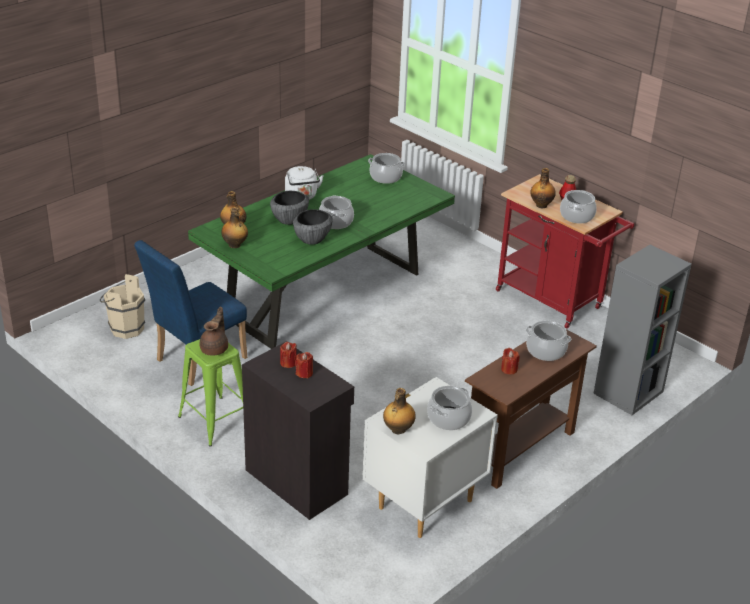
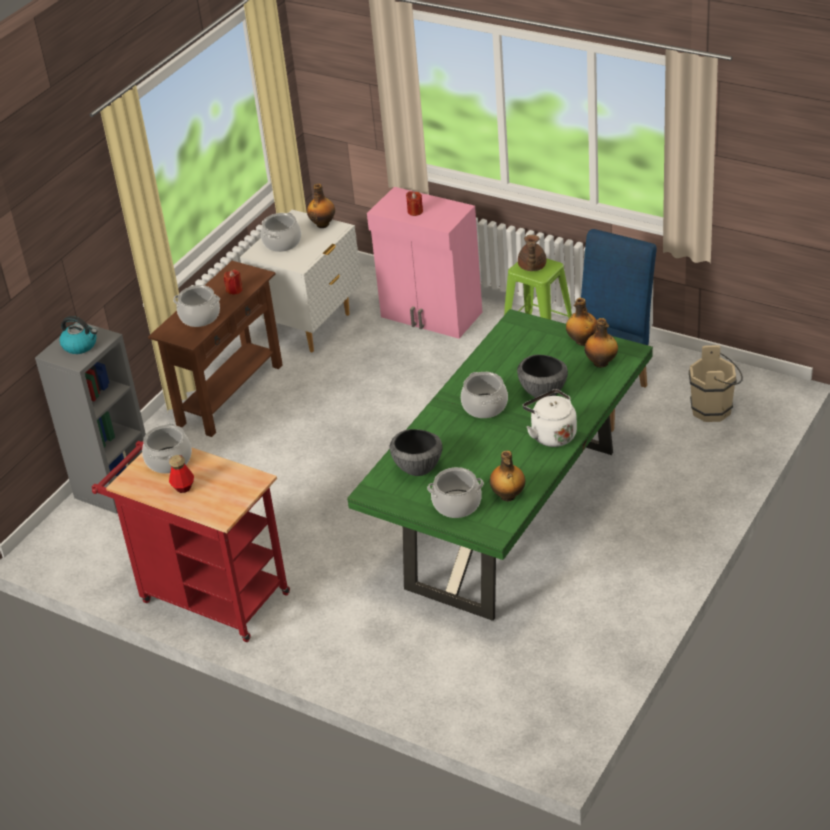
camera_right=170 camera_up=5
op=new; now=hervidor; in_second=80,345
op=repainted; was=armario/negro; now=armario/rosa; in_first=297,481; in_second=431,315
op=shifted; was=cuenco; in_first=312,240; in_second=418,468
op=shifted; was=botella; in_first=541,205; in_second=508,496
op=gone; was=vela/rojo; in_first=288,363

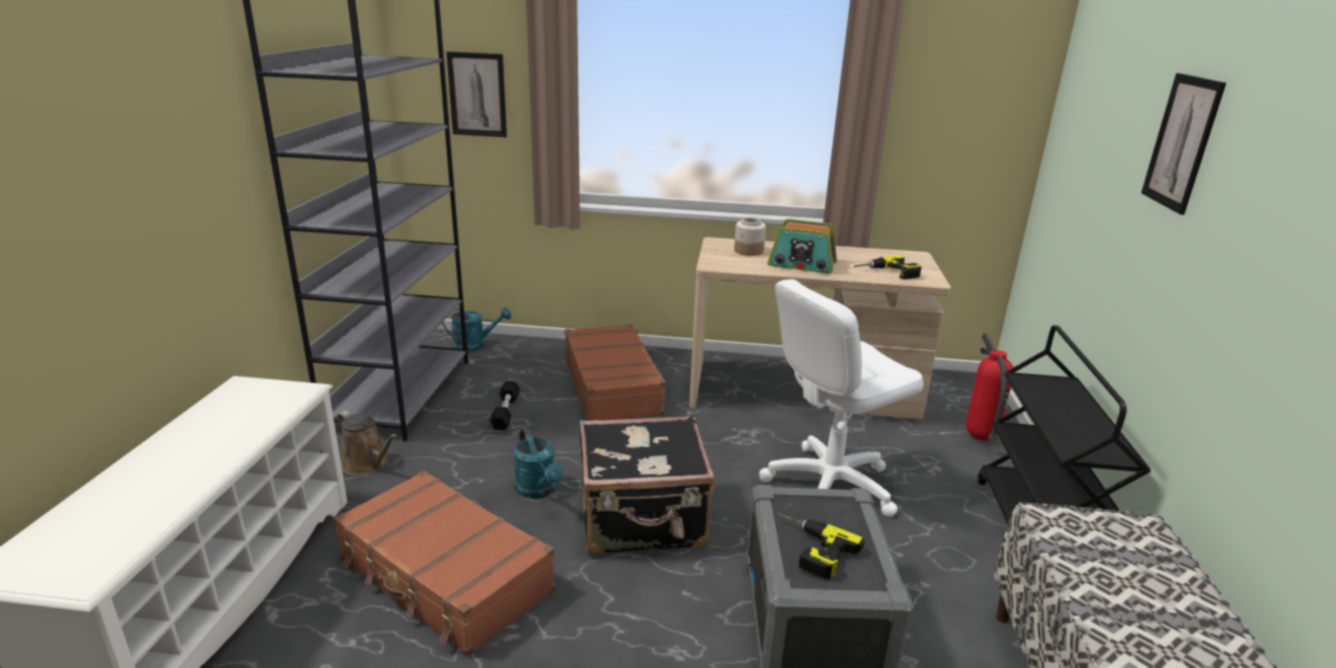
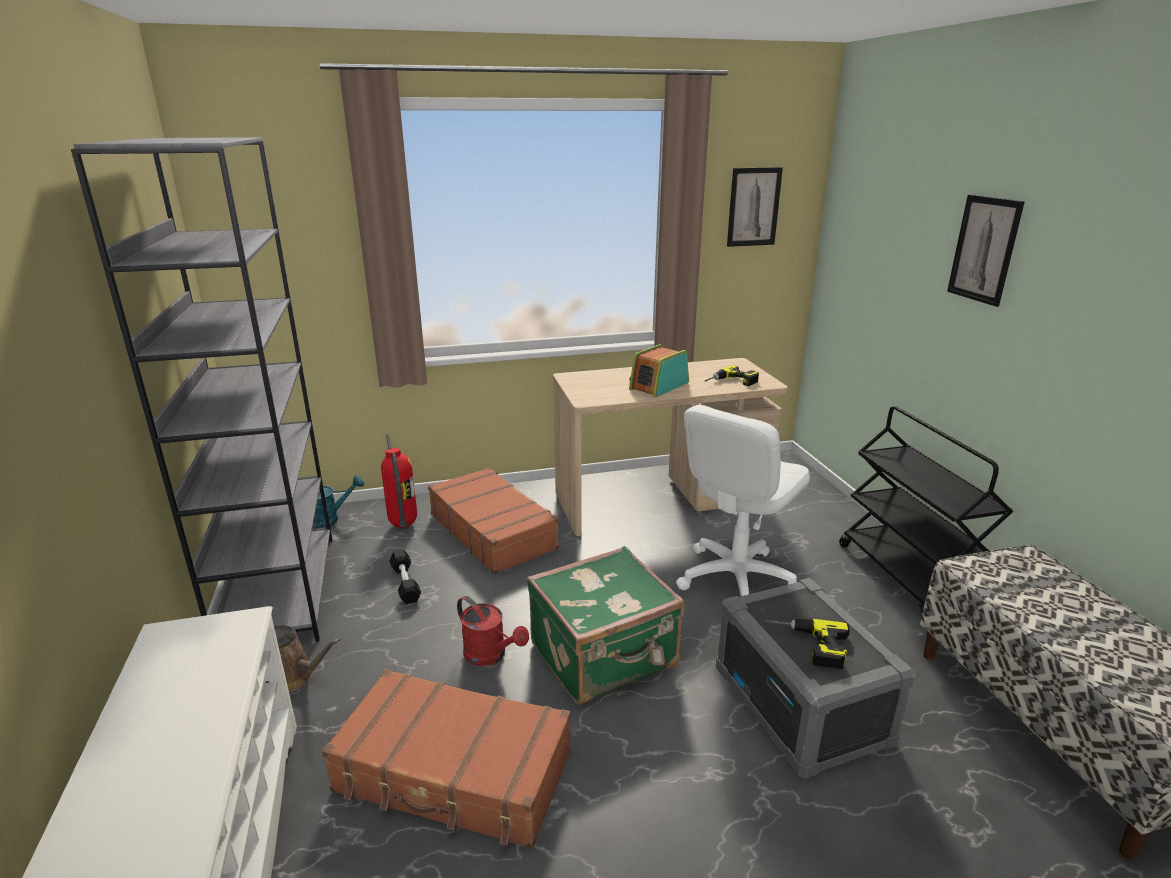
camera_right=-20 camera_up=0
op=shifted; was=extintor; in_first=979,437; in_second=402,525
op=repainted; was=regadera/turquesa; now=regadera/rojo; in_first=539,491; in_second=490,655
op=repainted; was=maleta/negro; now=maleta/verde; in_first=643,520; in_second=605,656
op=rotated; was=radio; in_first=802,264; in_second=658,386; clockwise=135
op=shifted; was=cuadro; in_first=477,94; in_second=753,207
op=gone; was=tarro; in_first=748,251

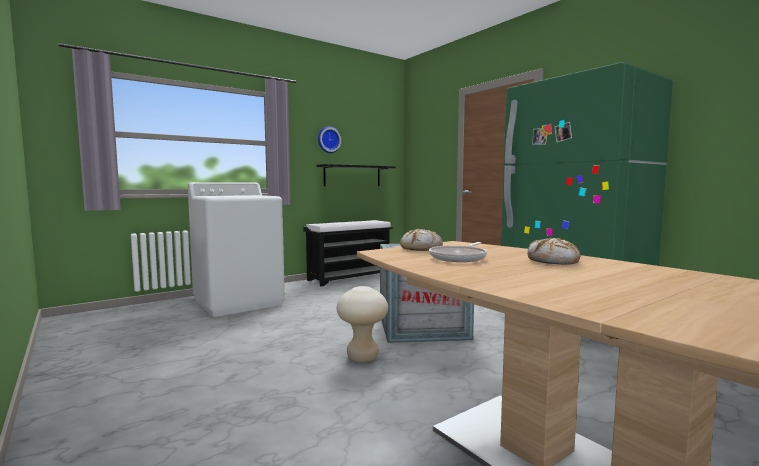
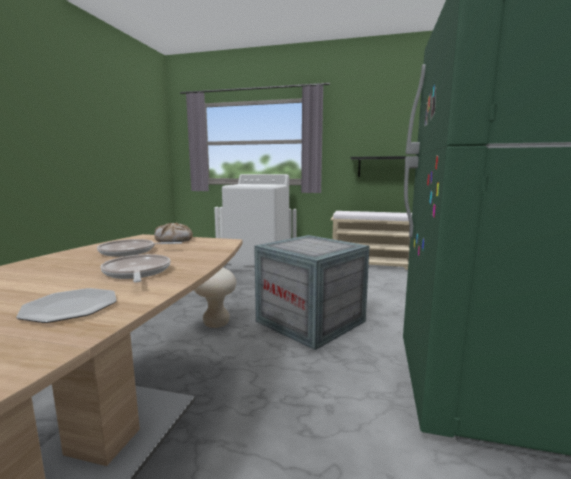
camera_right=50 camera_up=5
op=new; now=plato; in_second=70,307
op=swapped; was=pan; now=sartén; in_first=553,261; in_second=137,273
op=repainted; was=banco/negro; now=banco/beis; in_first=350,277; in_second=371,264
op=gone; was=reloj de pared; in_first=328,140

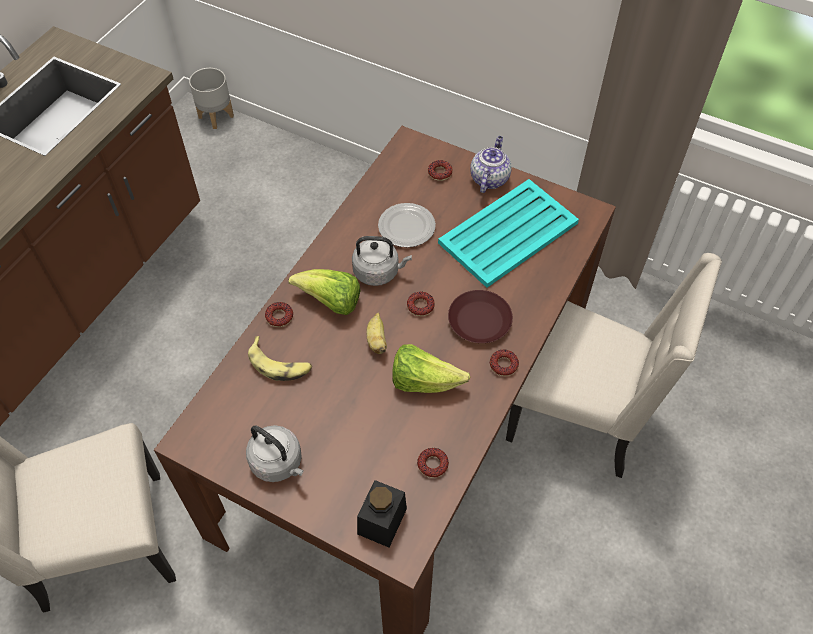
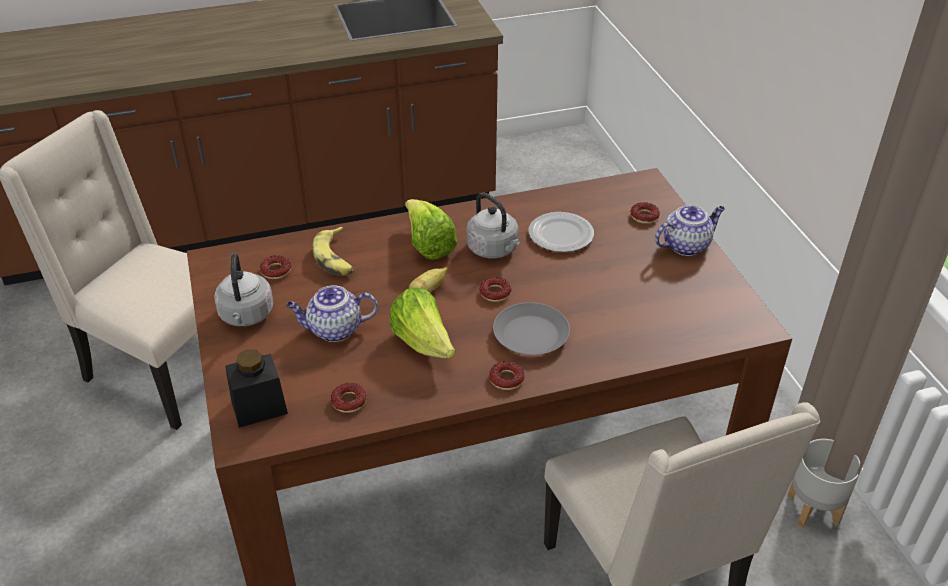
camera_right=45 camera_up=-15
op=shifted; was=rosquilla; in_first=279,317; in_second=276,271
op=new; now=tetera; in_second=334,330
op=repainted; was=plato/marrón; now=plato/gris; in_first=479,320; in_second=531,334
op=shifted; was=maceta/gris; in_first=216,116; in_second=814,509
op=gone; was=bandeja/turquesa; in_first=509,233

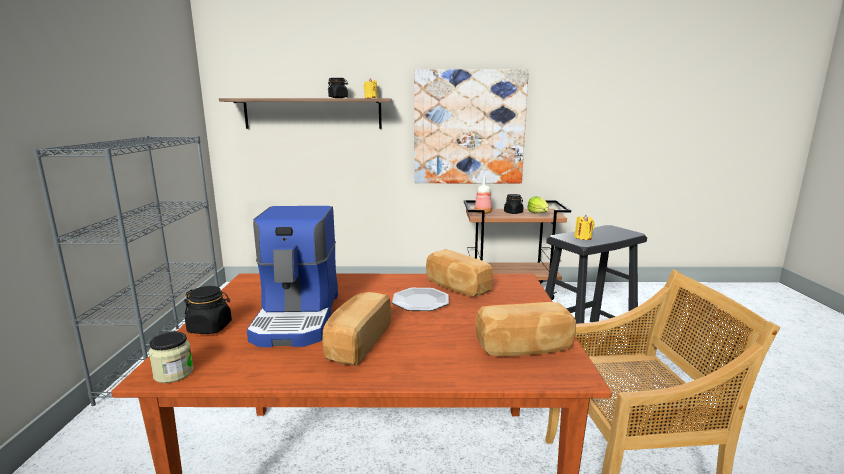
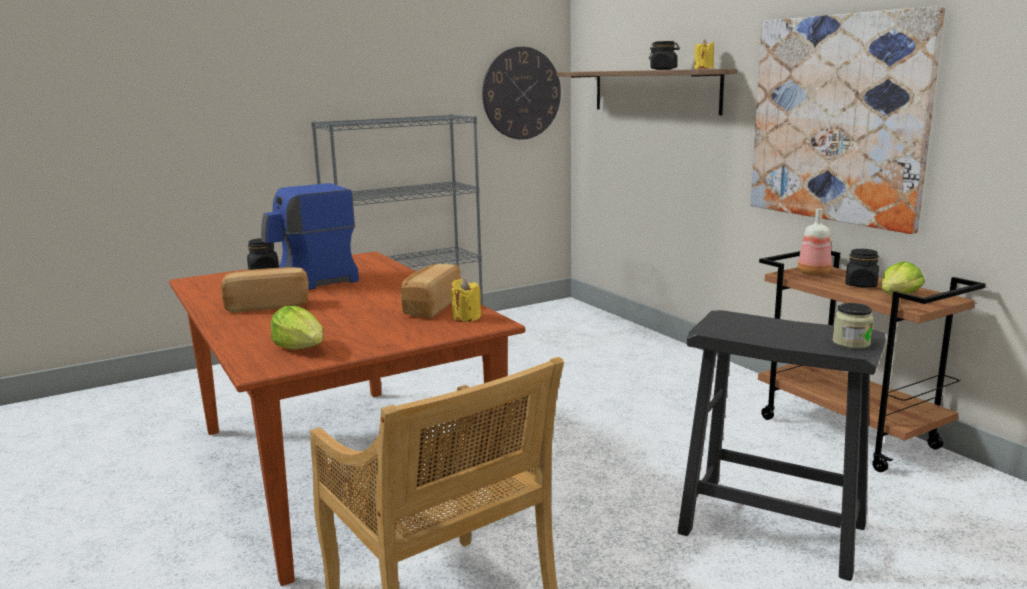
camera_right=60 camera_up=0
op=swapped; was=pan; now=lechuga; in_first=524,348; in_second=301,348
op=shifted; was=vela/amarillo; in_first=583,237; in_second=466,318
op=new; now=reloj de pared; in_second=521,93
op=shifted; was=tarro; in_first=173,373; in_second=851,343
op=gone; was=plato; in_first=420,301

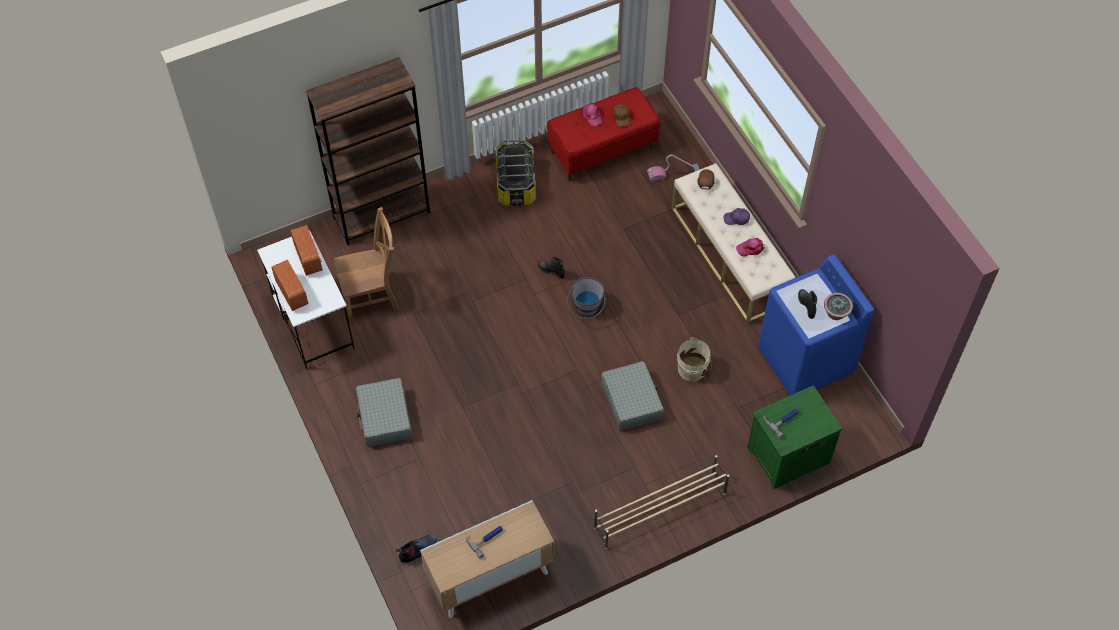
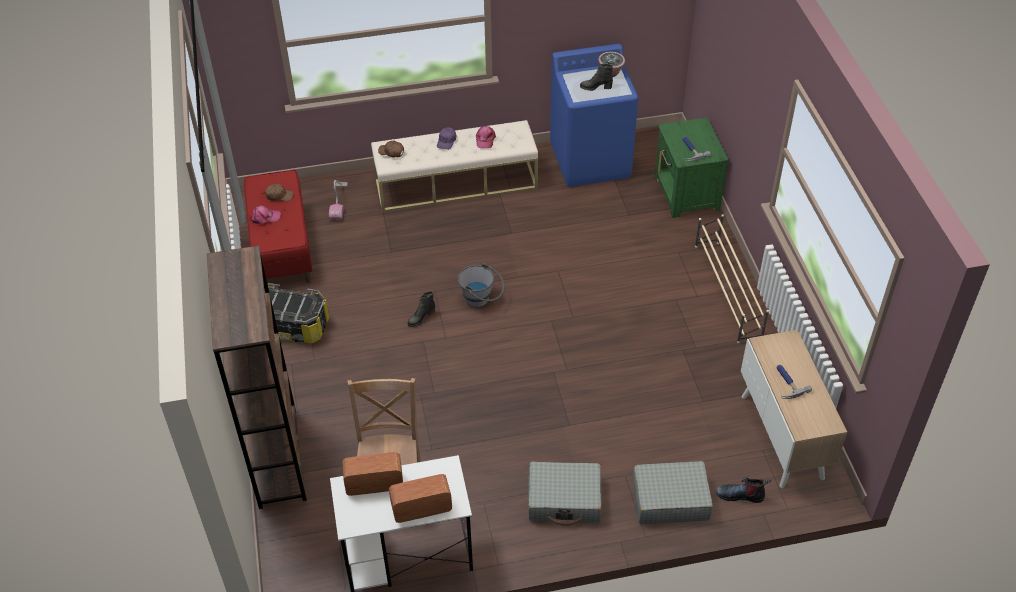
camera_right=-75 camera_up=-10
op=shifted; was=maleta/gris; in_first=631,400; in_second=670,499
op=rotated; was=bota; in_first=417,551; in_second=740,495; clockwise=-60
op=gone; was=cubo/beis; in_first=693,368

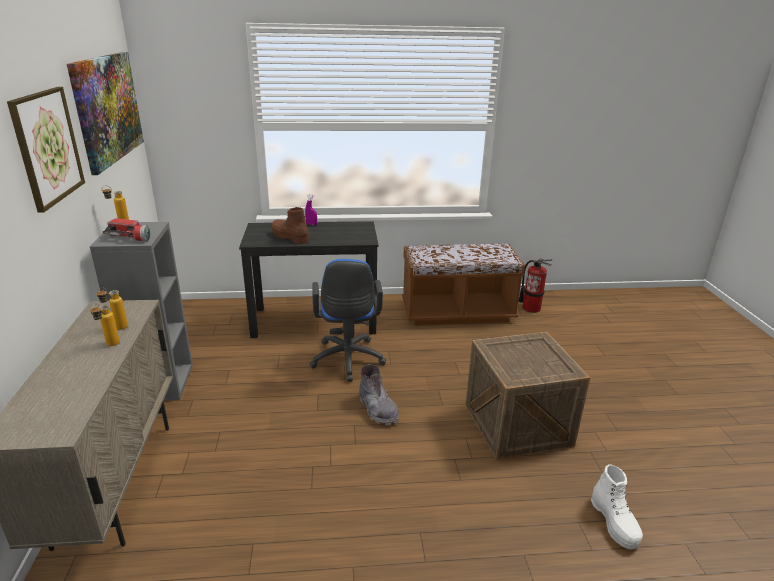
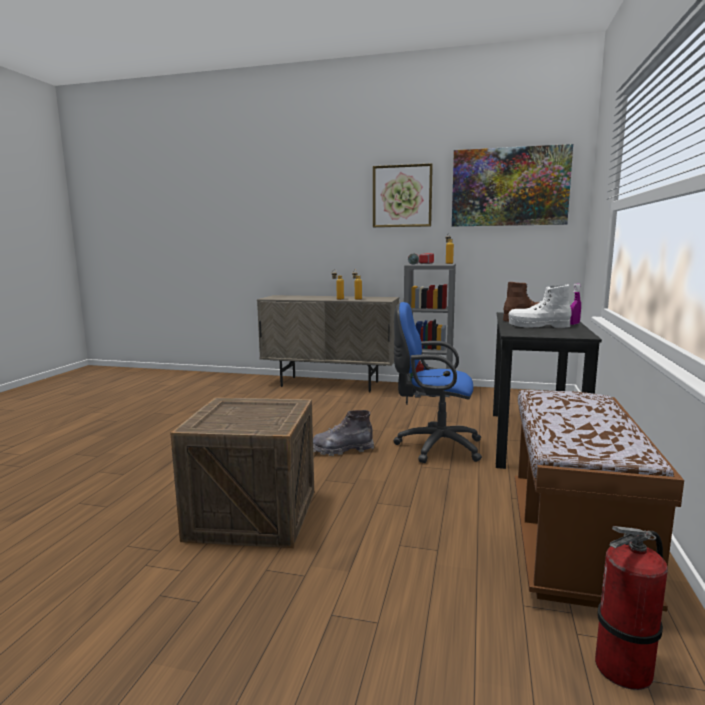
camera_right=110 camera_up=-15
op=shifted; was=bota/blanco; in_first=614,522; in_second=538,326

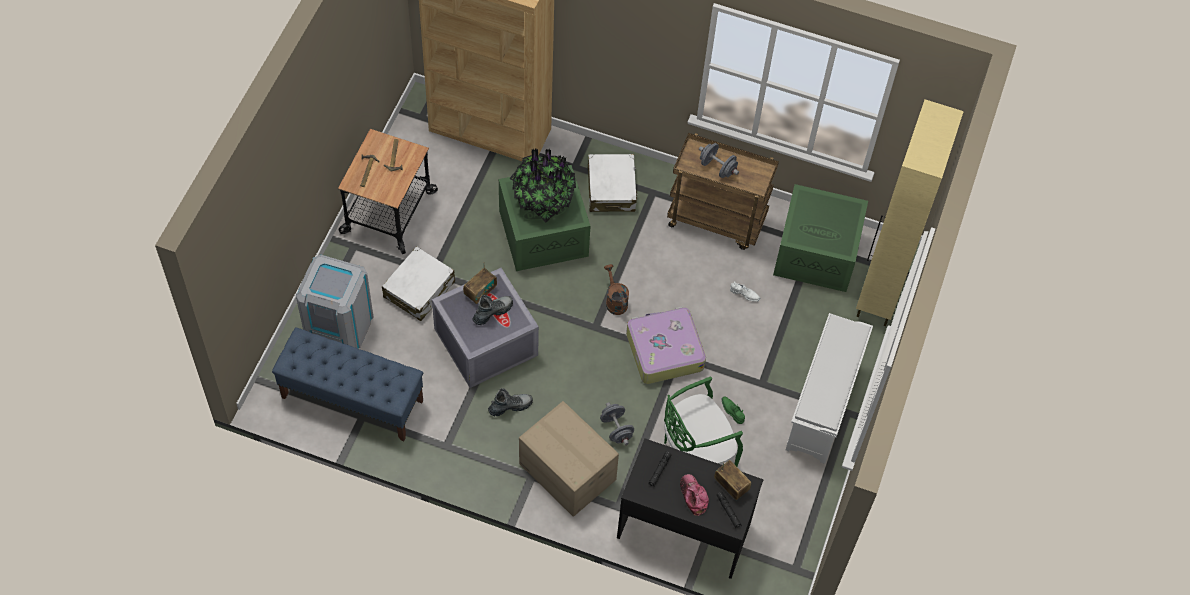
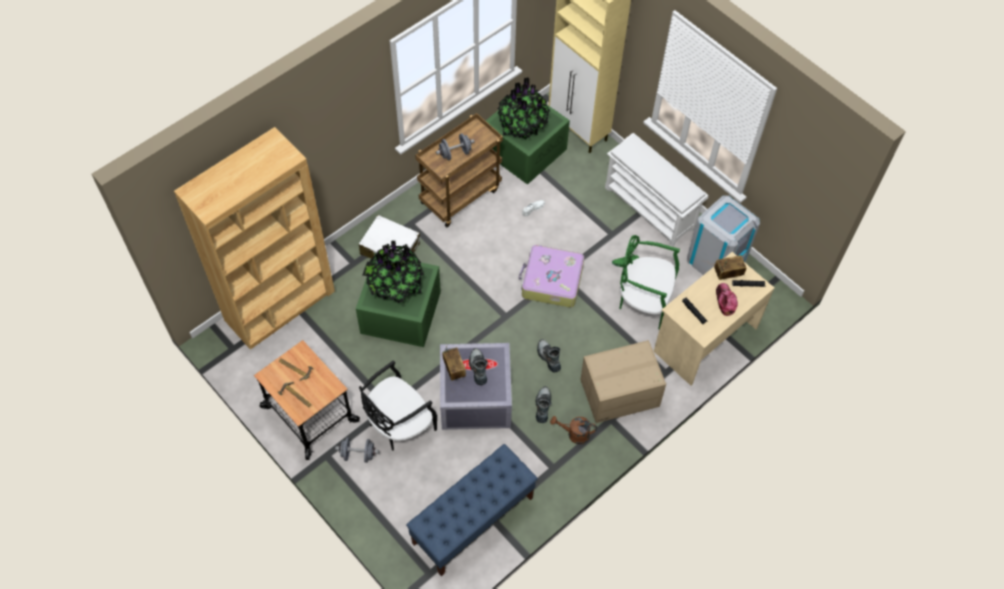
camera_right=-60 camera_up=0
op=shifted; was=mancuerna/gris; in_first=616,429; in_second=358,454
op=swapped; was=maleta/blanco; now=silla/negro; in_first=419,289; in_second=399,424
op=new; now=planta en maceta; in_second=522,125
op=new; now=bota; in_second=548,357
op=shifted; was=regadera/marrón; in_first=615,300; in_second=574,434
op=rotated; was=silla/verde; in_first=696,449; in_second=644,300; clockwise=105
op=repainted; was=escritorio/negro; now=escritorio/beis; in_first=684,529; in_second=704,339
op=shifted; was=papelera/gris; in_first=339,327; in_second=716,259
op=rotated; was=gorra; in_first=693,496; in_second=725,300; clockwise=75

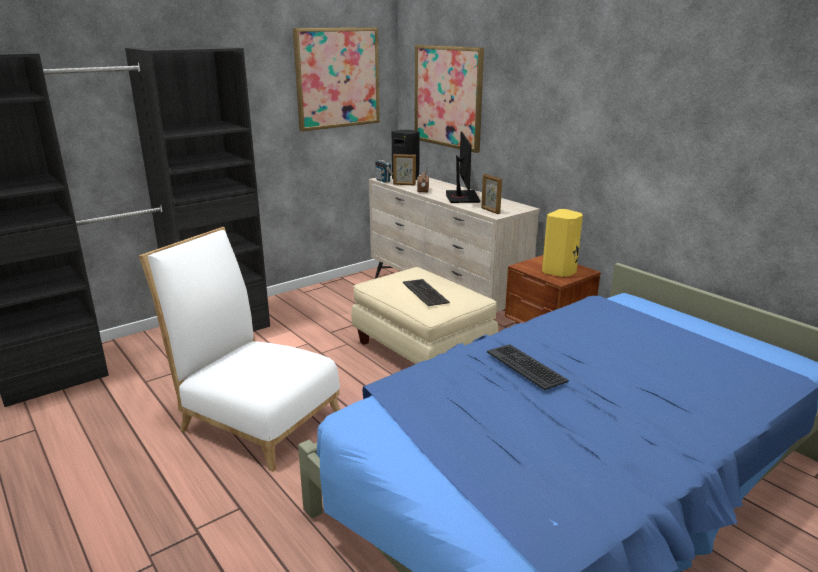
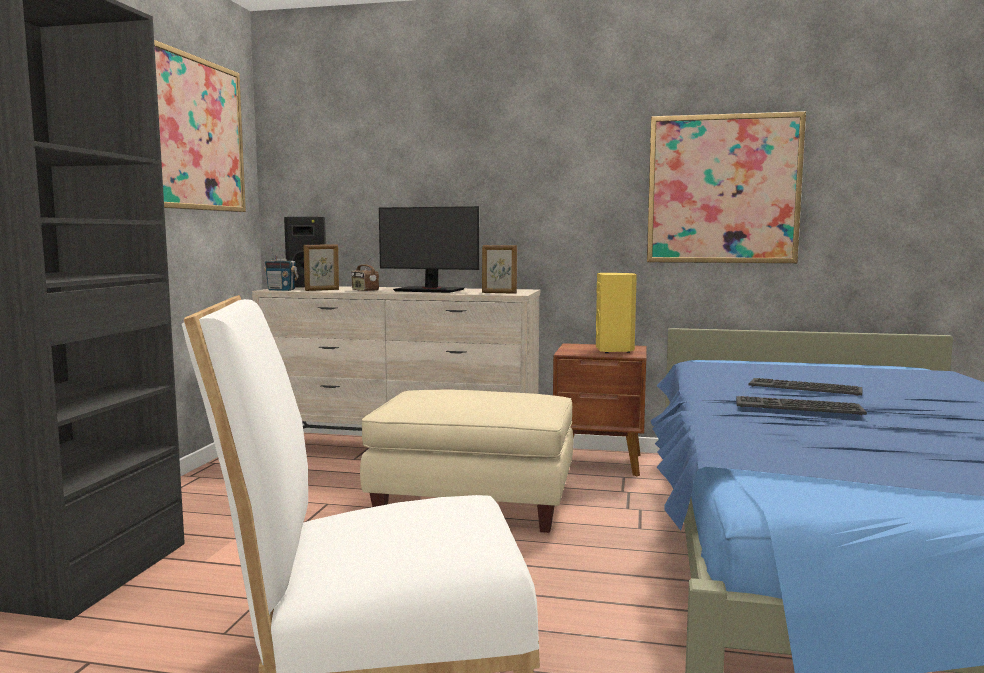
camera_right=-40 camera_up=-15
op=rotated; was=monitor; in_first=461,197; in_second=430,290; clockwise=150
op=shifted; was=cuadro; in_first=448,97; in_second=723,189
op=shifted; was=teclado; in_first=425,293; in_second=804,387

